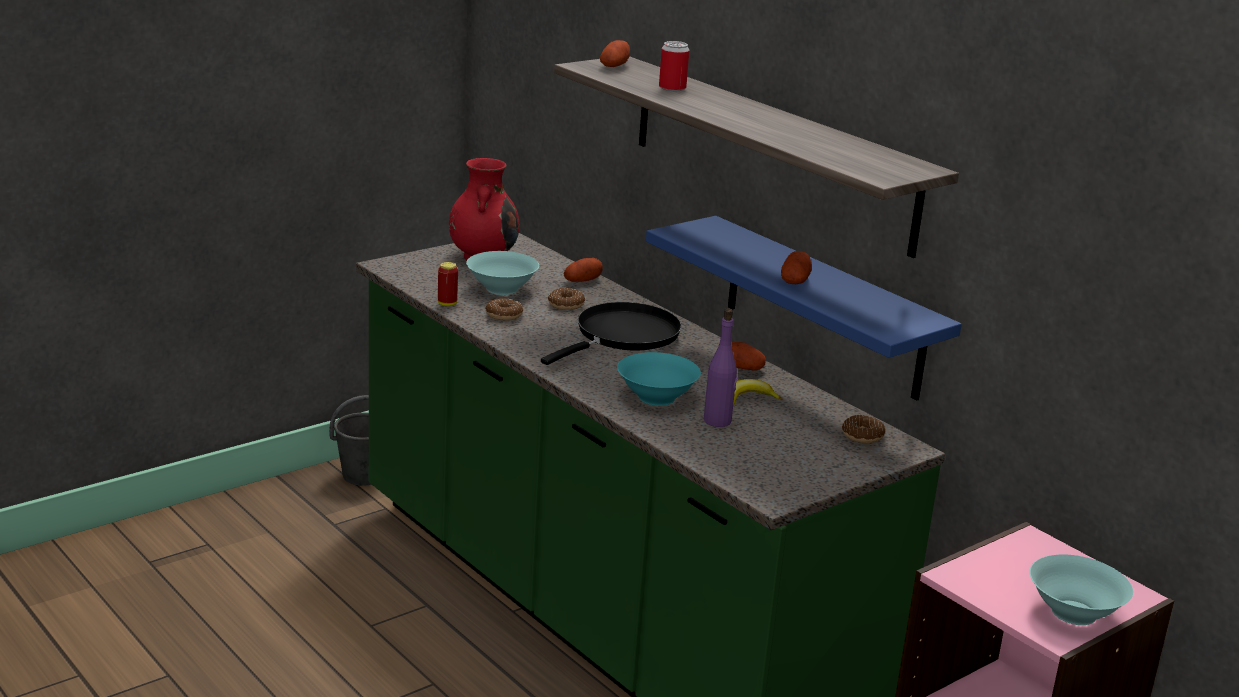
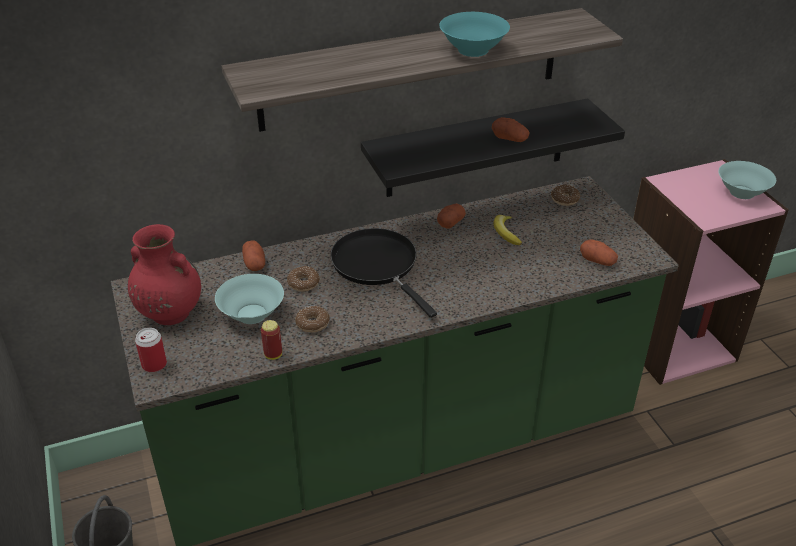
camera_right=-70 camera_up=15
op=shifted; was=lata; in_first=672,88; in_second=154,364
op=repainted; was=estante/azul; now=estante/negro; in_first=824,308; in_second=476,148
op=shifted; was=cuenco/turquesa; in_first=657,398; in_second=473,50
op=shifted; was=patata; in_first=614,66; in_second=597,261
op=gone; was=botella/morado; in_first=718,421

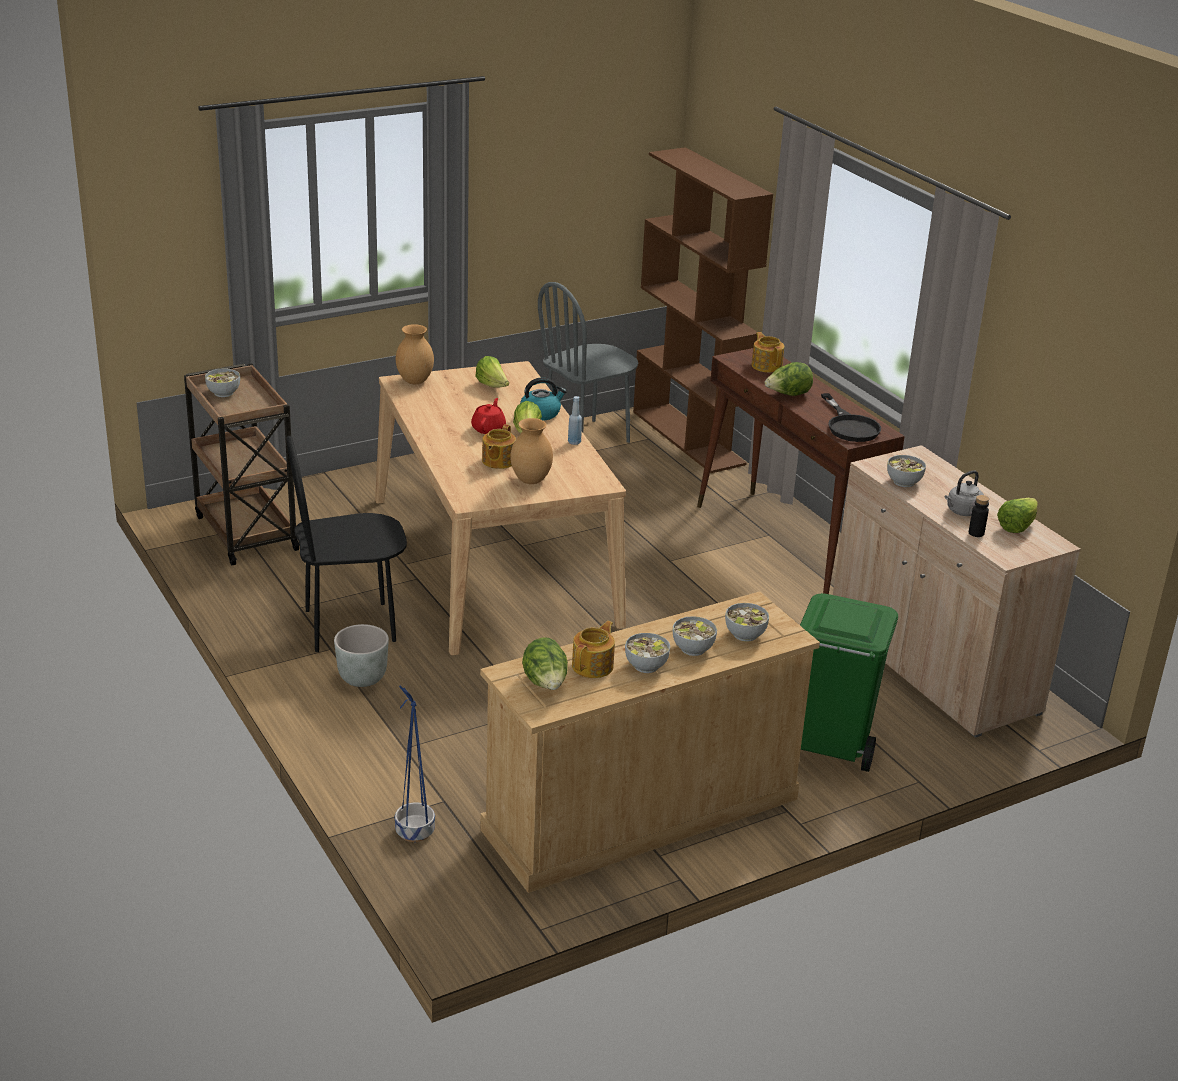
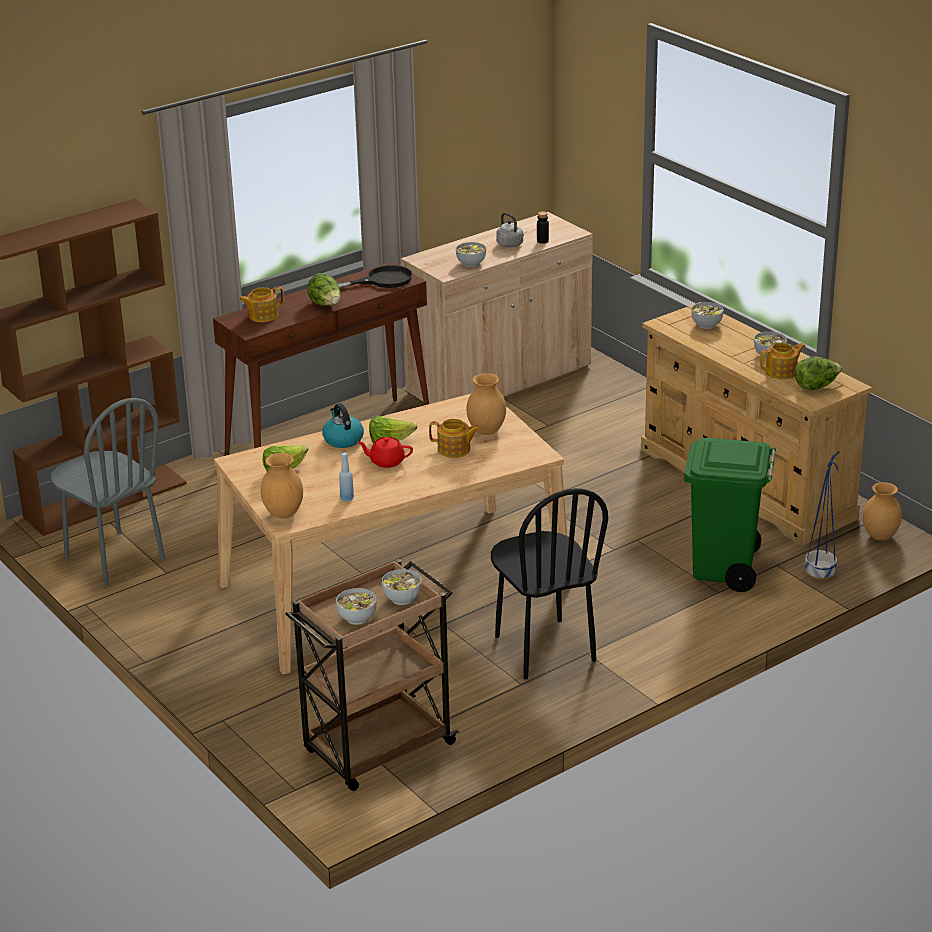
camera_right=-95 camera_up=0
op=shifted; was=botella/azul; in_first=574,442; in_second=347,498
op=shifted; was=cuenco; in_first=692,648; in_second=402,598
op=shifted; was=papelera/verde; in_first=829,746; in_second=724,570
op=rotated; was=tetera; in_first=593,666; in_second=782,372; clockwise=135
op=new; now=florero/marrón; in_second=880,537
op=gone; was=maceta/gris; in_first=362,679
op=gone; was=lechuga; in_first=1016,526

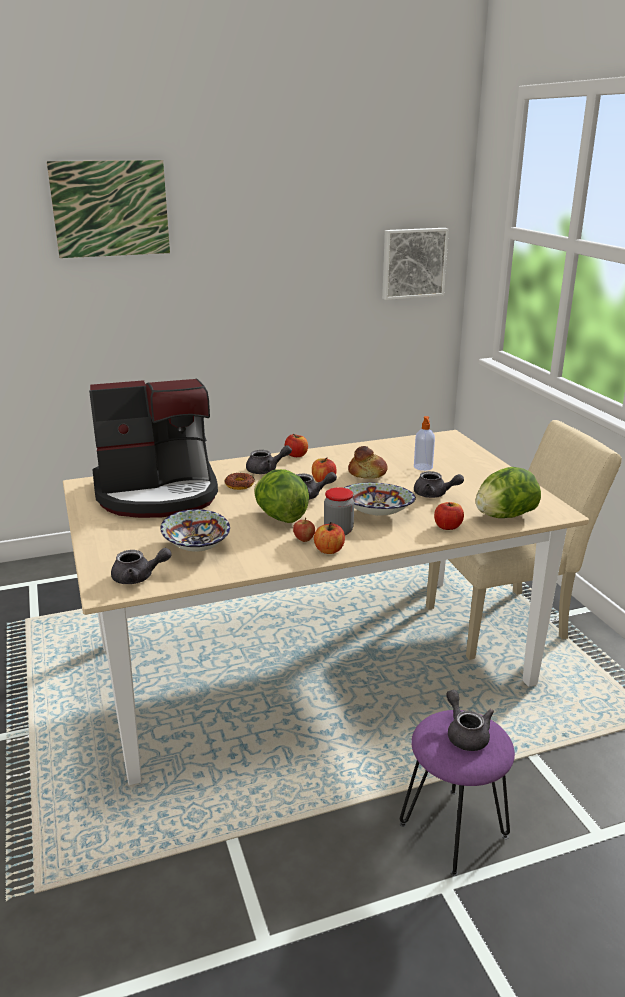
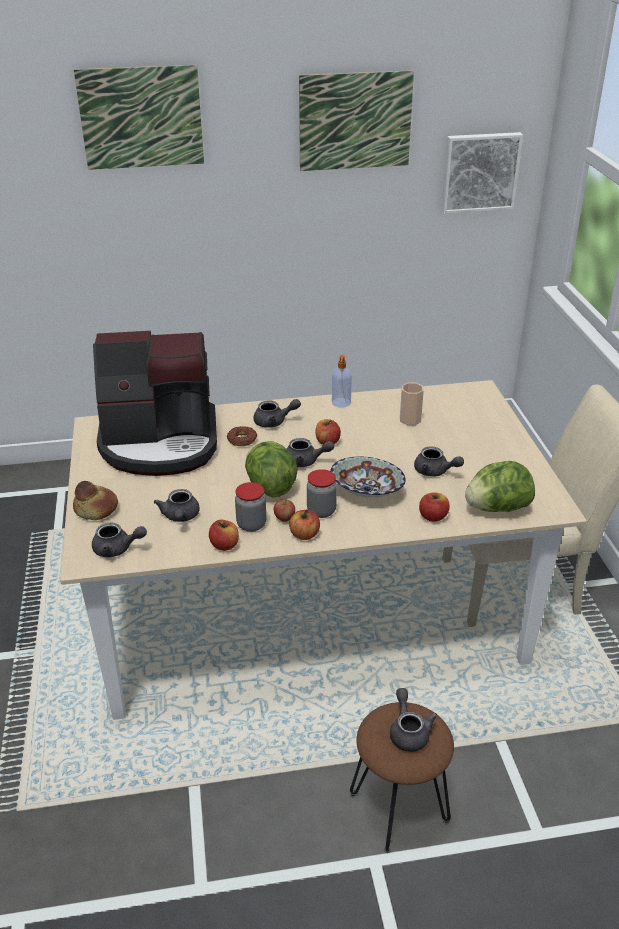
camera_right=10 camera_up=10
op=shifted; was=pan; in_first=367,473; in_second=96,510
op=swapped; was=cuenco; now=tetera/gris; in_first=197,547; in_second=180,517
op=shifted; was=manzana; in_first=296,455; in_second=224,545
op=new; now=tarro; in_second=251,524
op=new; now=cuadro; in_second=355,121
op=shifted; was=dispensador de jabón; in_first=423,467; in_second=341,403
op=repainted; was=taburete/morado; now=taburete/marrón; in_first=454,831; in_second=399,808
op=new; now=taza; in_second=410,420

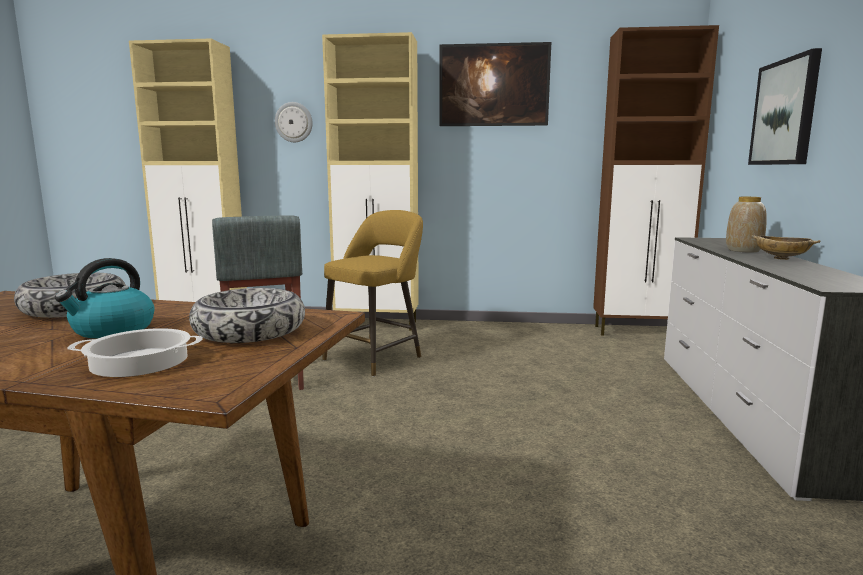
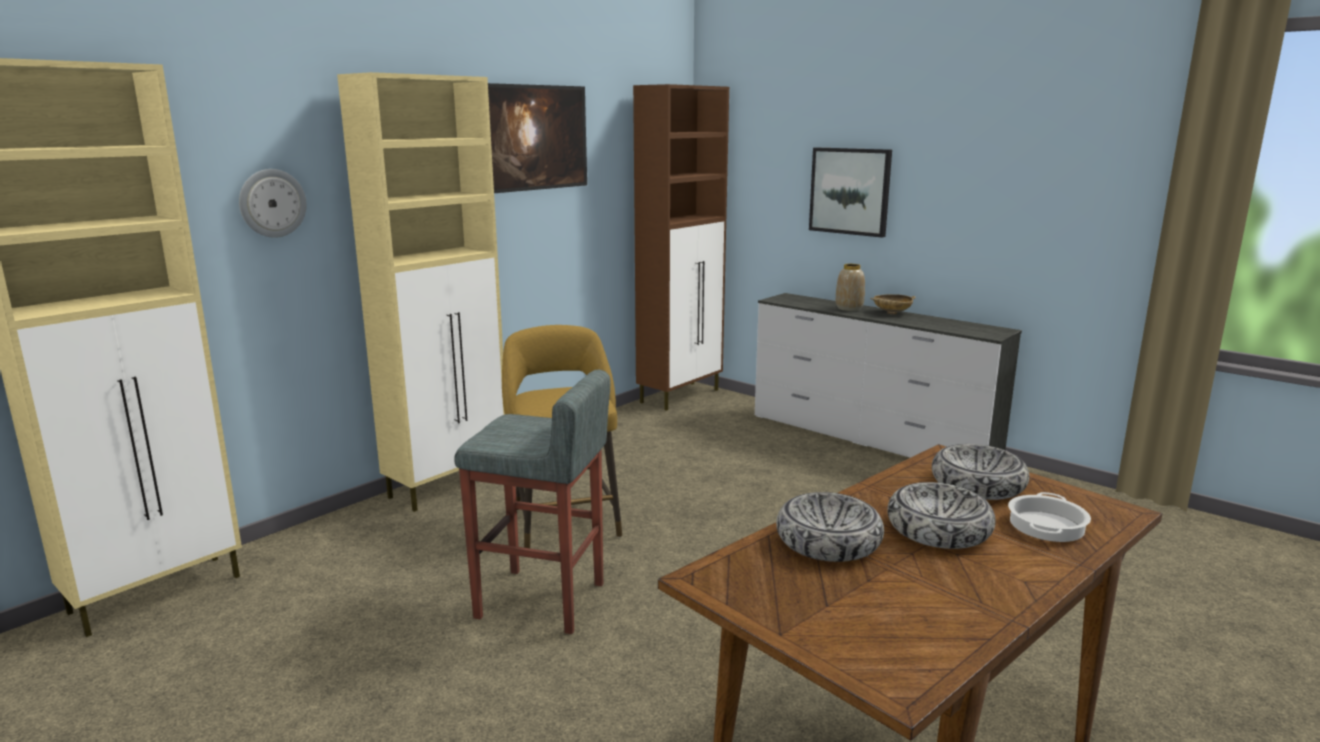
camera_right=-55 camera_up=5
op=swapped; was=hervidor; now=cuenco; in_first=112,330; in_second=938,529

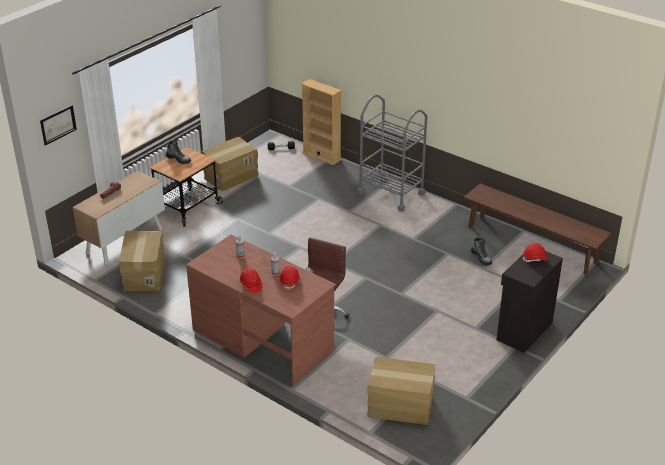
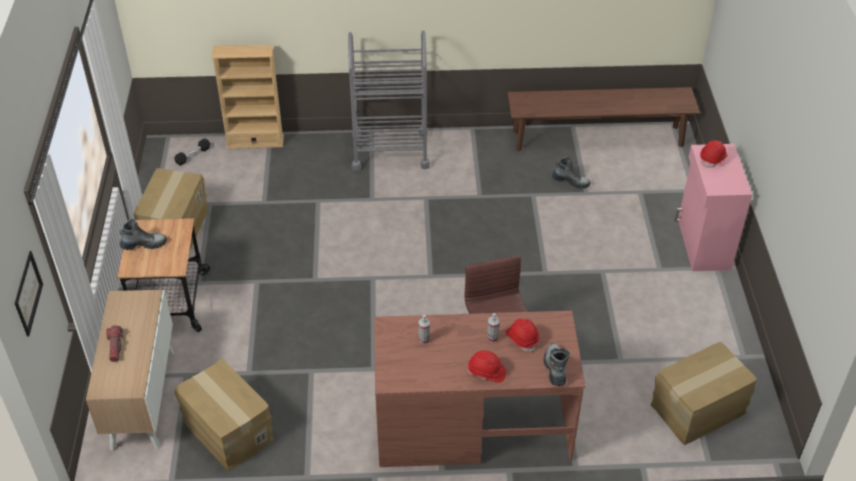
camera_right=-40 camera_up=10
op=new; now=bota; in_second=555,368
op=repainted; was=armario/negro; now=armario/rosa; in_first=523,331; in_second=702,245

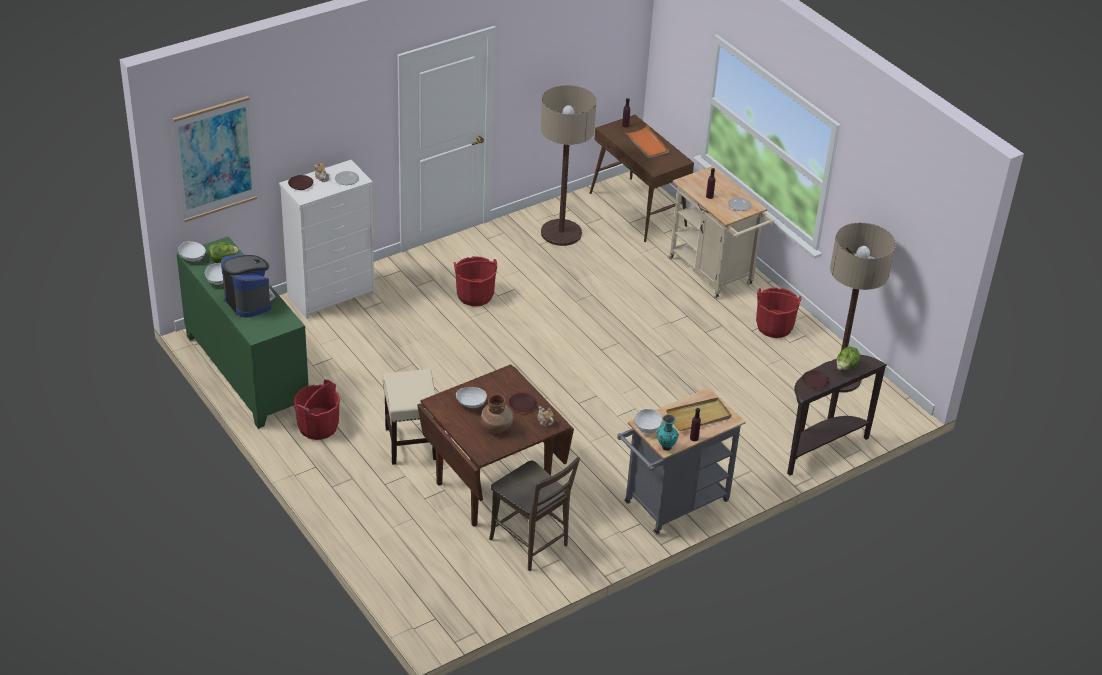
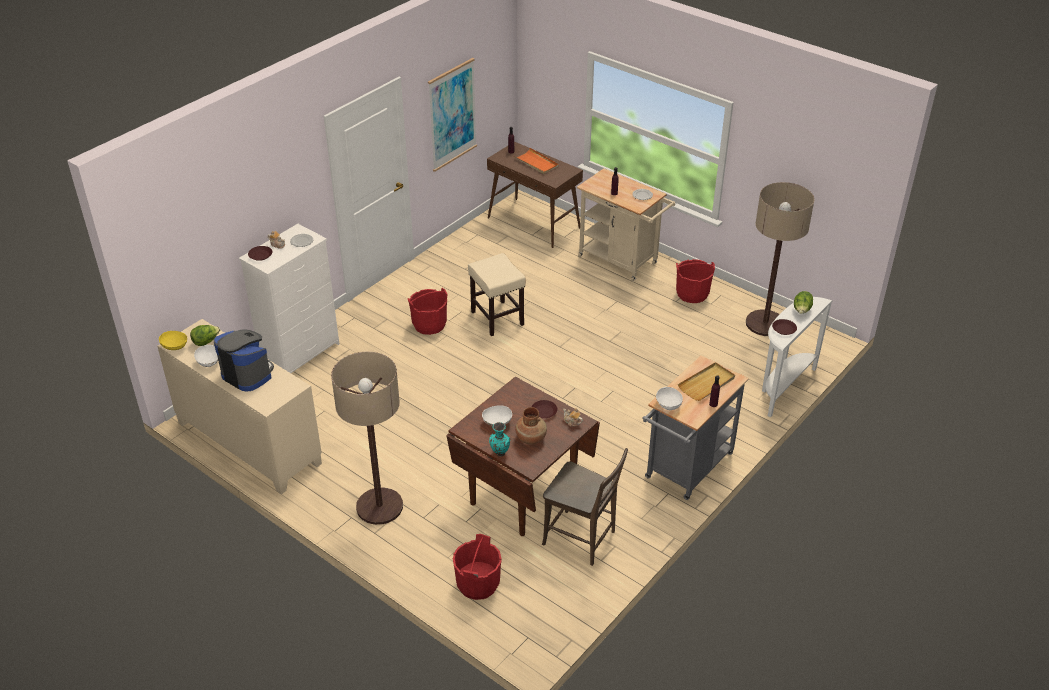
camera_right=-15 camera_up=0
op=repainted; was=armario/verde; now=armario/beis; in_first=245,372; in_second=248,443
op=repainted; was=cuenco/blanco; now=cuenco/amarillo; in_first=193,258; in_second=175,346
op=shifted; was=lámpara de pie; in_first=561,233; in_second=379,506
op=shifted; was=cuadro; in_first=215,159; in_second=452,115
op=shifted; was=cubo/rojo; in_first=318,427; in_second=478,584
op=shifted; was=taburete/beis; in_first=410,443; in_second=496,318
op=shifted; was=florero/turquesa; in_first=665,447; in_second=499,454
op=repainted; was=mesa consola/marrón; now=mesa consola/blanco; in_first=820,448; in_second=783,387

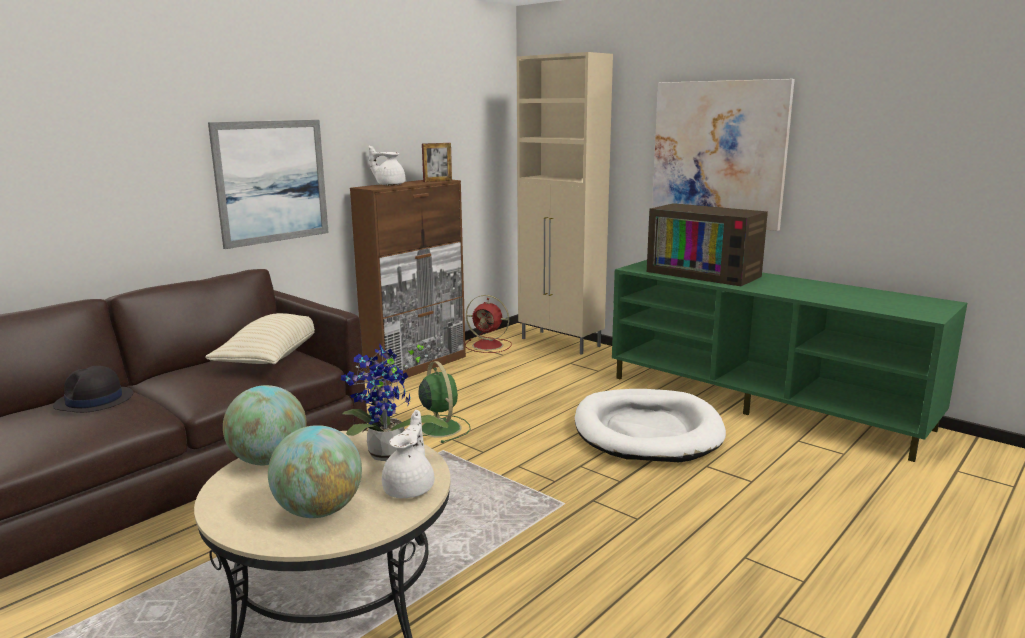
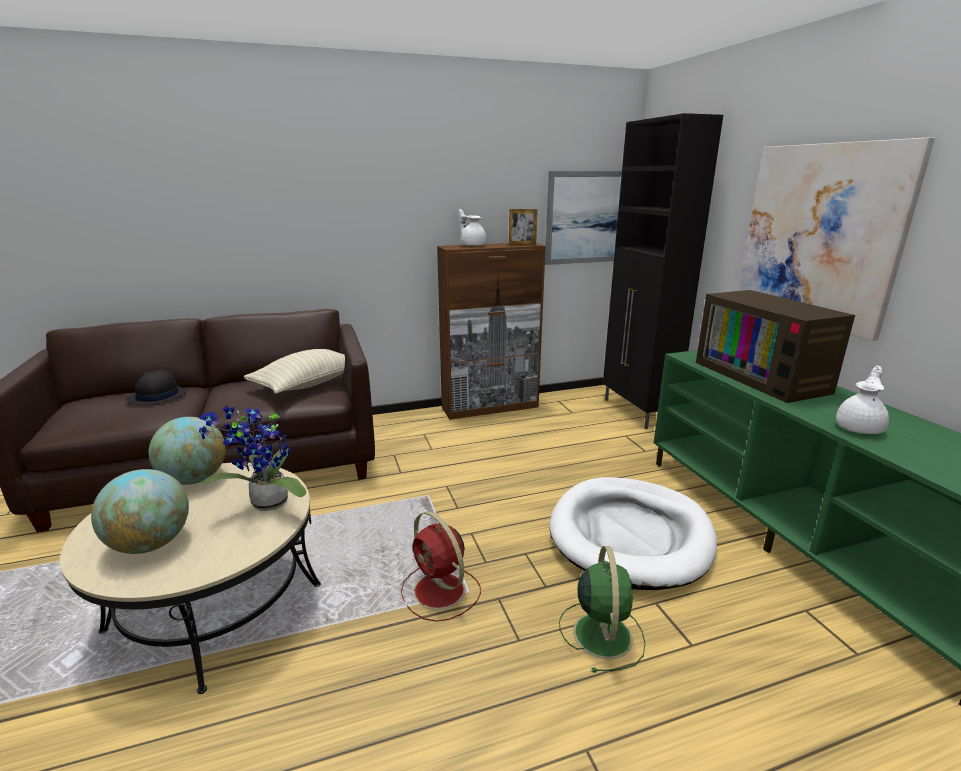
camera_right=30 camera_up=5
op=shifted; was=ventilador/rojo; in_first=489,345; in_second=440,592
op=shifted; was=cuadro; in_first=272,182; in_second=586,218
op=shifted; was=ventilador/verde; in_first=439,427; in_second=602,633
op=repainted; was=armario/beis; now=armario/negro; in_first=561,343; in_second=637,412
op=shifted; was=tetera/blanco; in_first=410,488; in_second=860,428

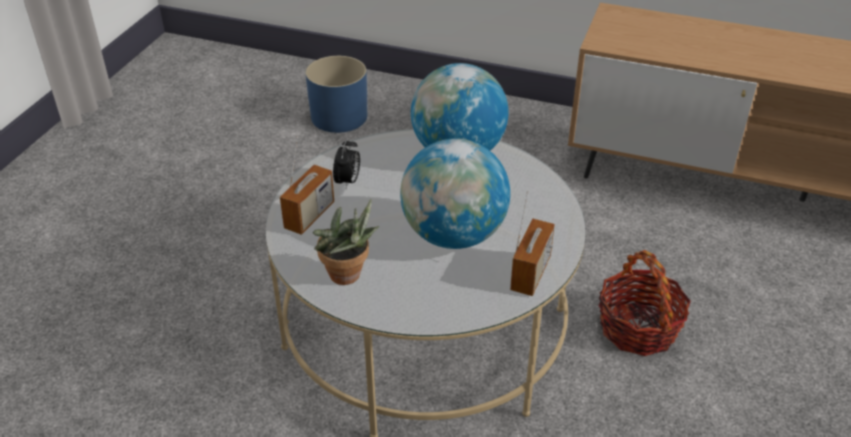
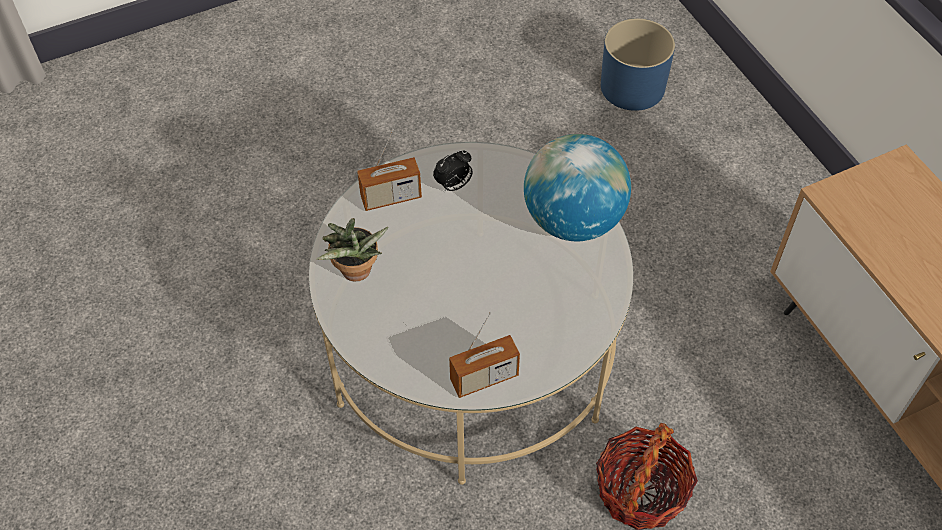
camera_right=45 camera_up=15
op=gone; was=globo terráqueo; in_first=454,235

